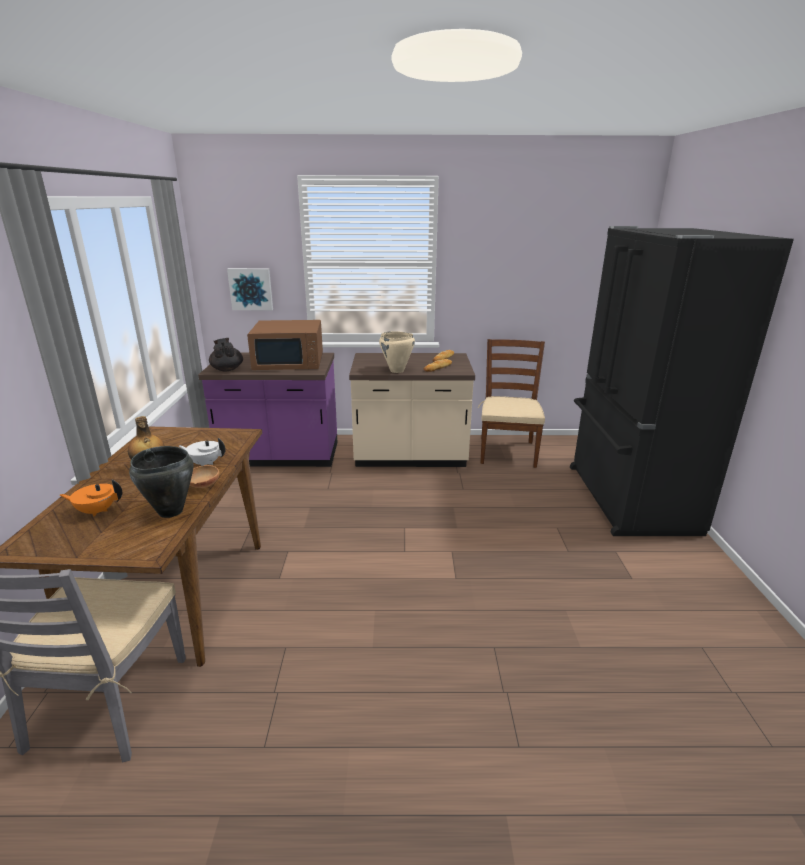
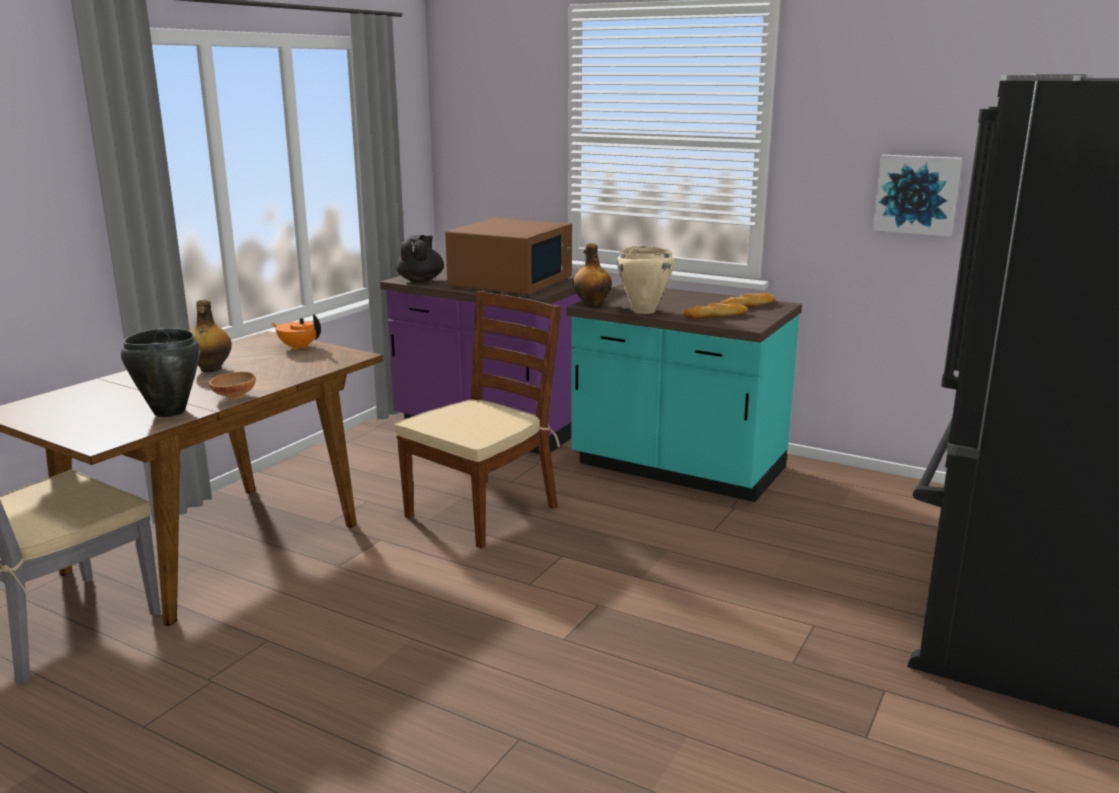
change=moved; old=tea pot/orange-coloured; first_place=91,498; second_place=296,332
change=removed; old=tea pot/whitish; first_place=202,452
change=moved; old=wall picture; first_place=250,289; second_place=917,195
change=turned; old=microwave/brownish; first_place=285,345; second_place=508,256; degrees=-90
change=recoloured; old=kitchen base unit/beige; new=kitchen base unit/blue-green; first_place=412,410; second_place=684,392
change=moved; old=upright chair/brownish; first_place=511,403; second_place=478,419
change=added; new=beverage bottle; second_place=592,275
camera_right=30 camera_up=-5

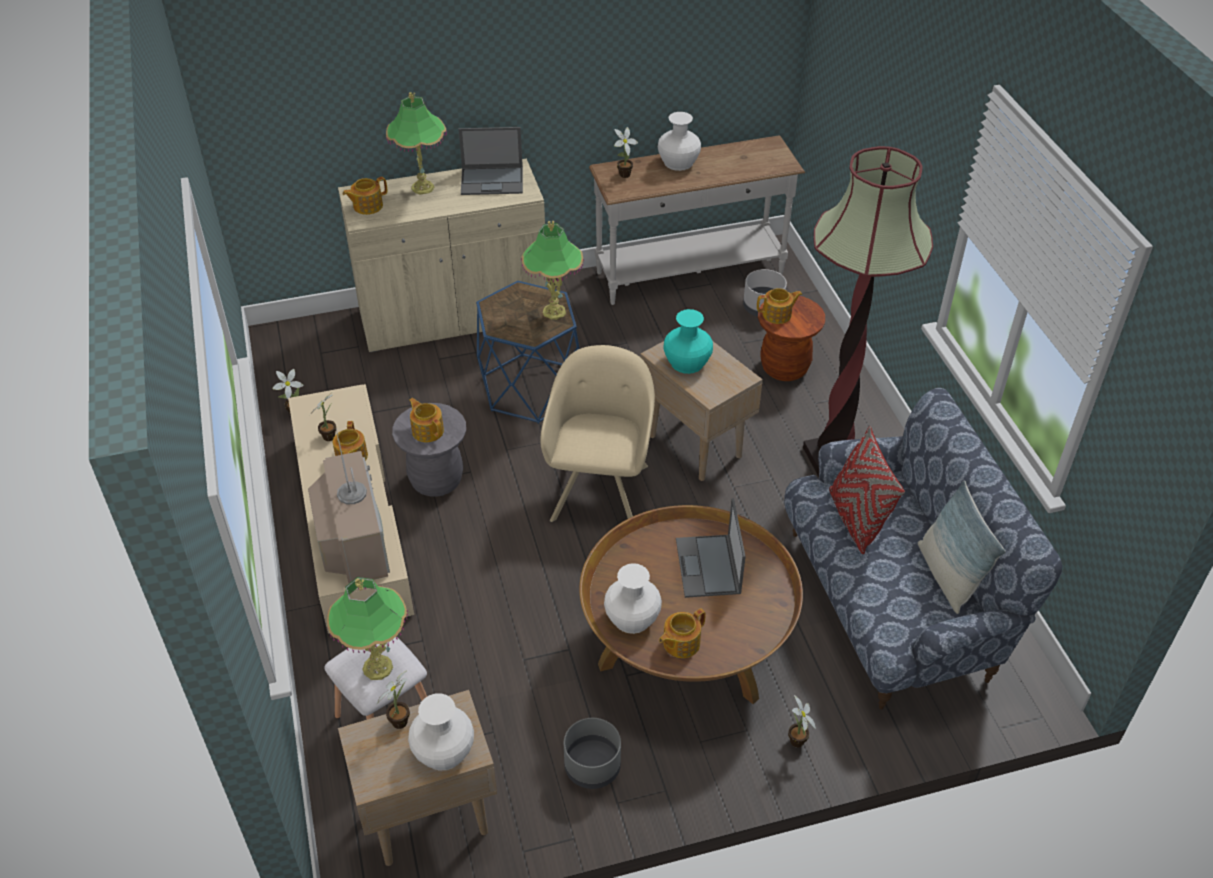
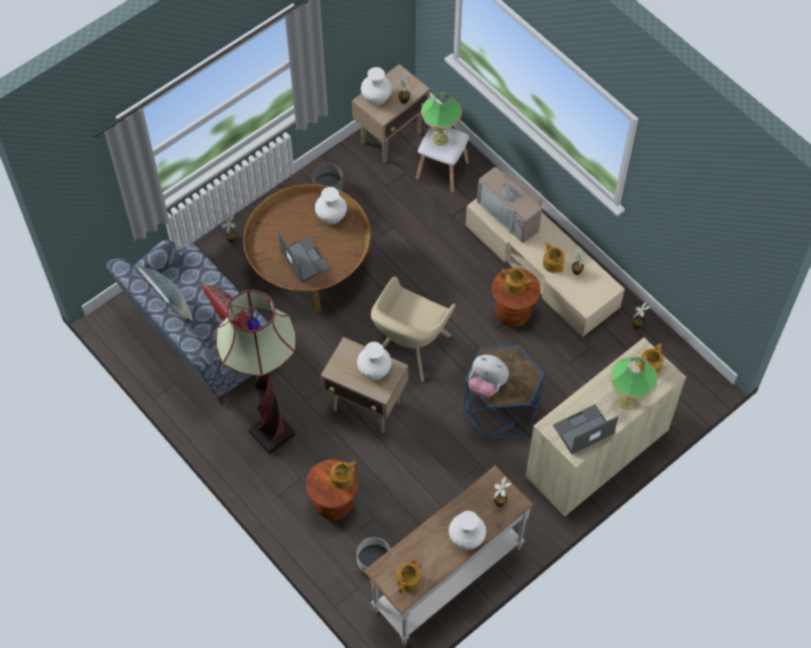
change=recoloured; old=sitting stool/gray; new=sitting stool/brownish; first_place=429,450; second_place=516,297
change=replaced; old=lamp for a table; new=soft toy; first_place=552,270; second_place=489,376
change=turned; old=armchair/beige; first_place=598,433; second_place=413,329; degrees=45
change=moved; old=tea pot; first_place=682,633; second_place=408,575
change=recoloured; old=flower vase/blue-green; new=flower vase/whitish; first_place=688,341; second_place=374,361
camera_right=155 camera_up=15

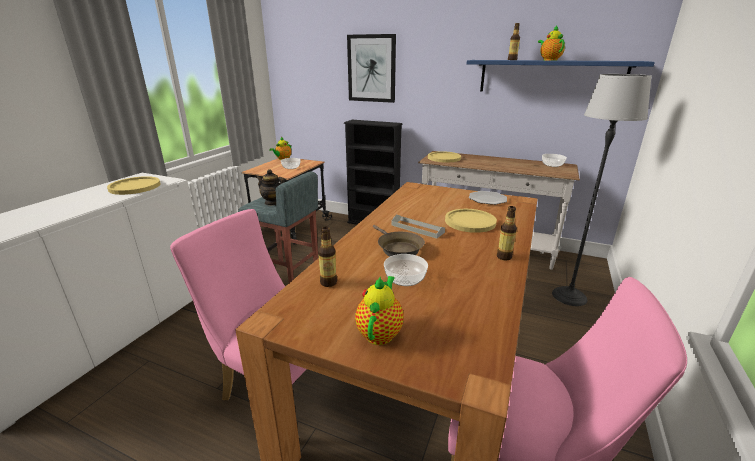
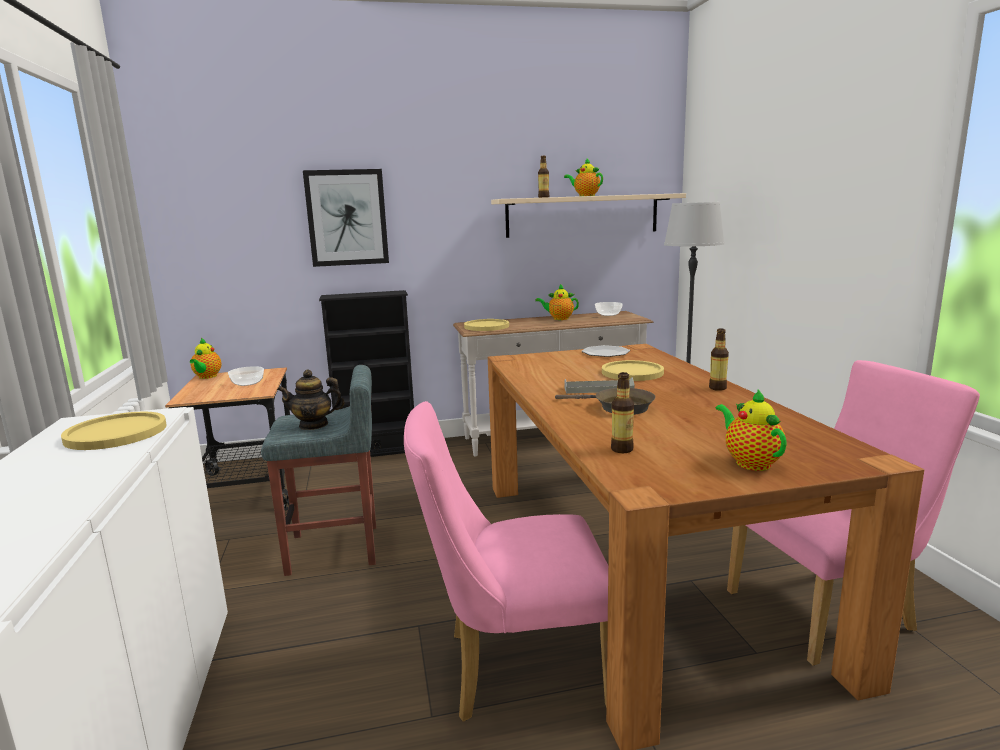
change=removed; old=bowl; first_place=406,270
change=recoloured; old=wall shelf/blue-coloured; new=wall shelf/beige; first_place=561,76; second_place=588,215
change=added; new=tea pot; second_place=557,302
camera_right=-35 camera_up=-10

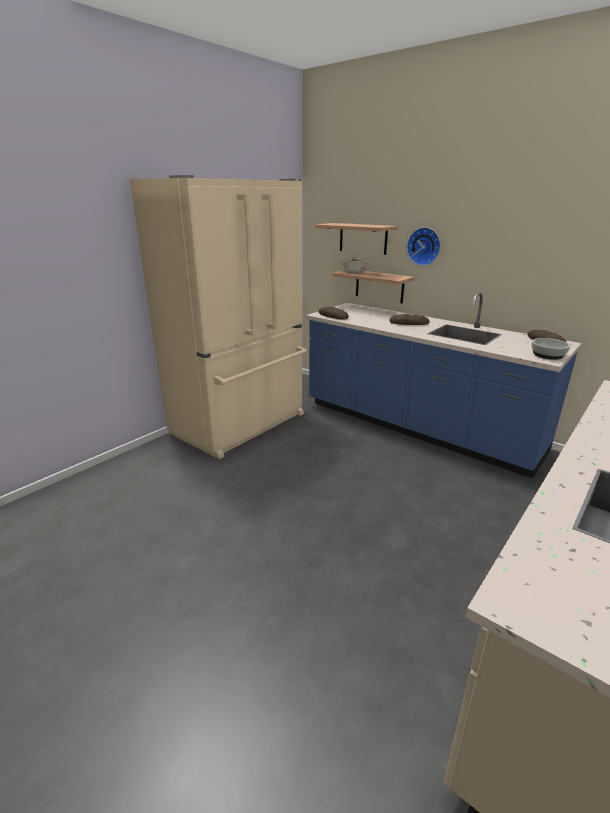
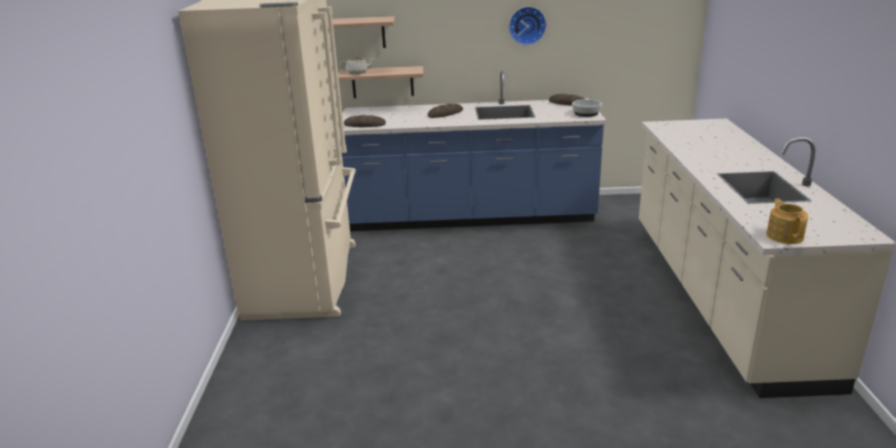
change=moved; old=wall clock; first_place=424,246; second_place=528,25
change=added; new=tea pot; second_place=787,221
camera_right=-40 camera_up=0

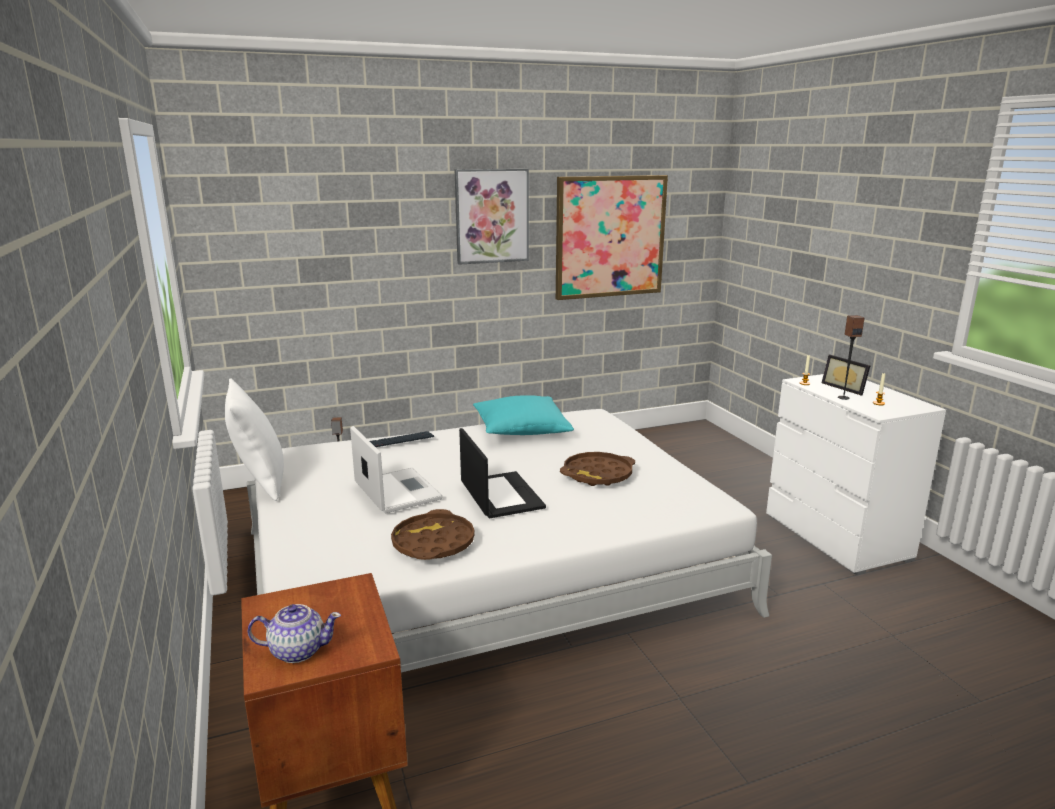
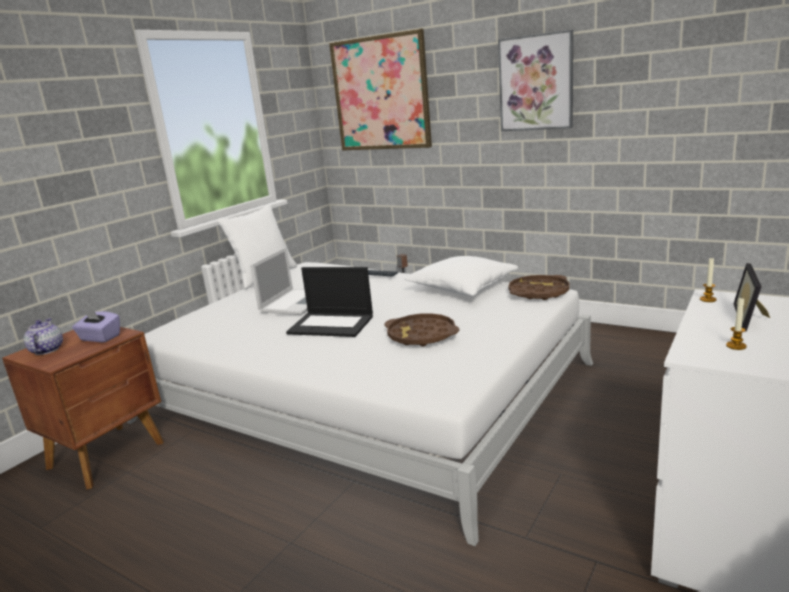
change=turned; old=tea pot; first_place=294,633; second_place=43,336; degrees=-150
change=moved; old=tray/brownish; first_place=433,534; second_place=539,287
change=turned; old=portable computer; first_place=502,473; second_place=329,302; degrees=75
change=recoloured; old=cushion/blue-green; new=cushion/whitish; first_place=523,415; second_place=461,276
change=moved; old=wall picture; first_place=612,237; second_place=380,89
change=removed; old=speaker; first_place=851,357
change=added; new=tissue holder/purple-coloured; second_place=96,326
camera_right=55 camera_up=0

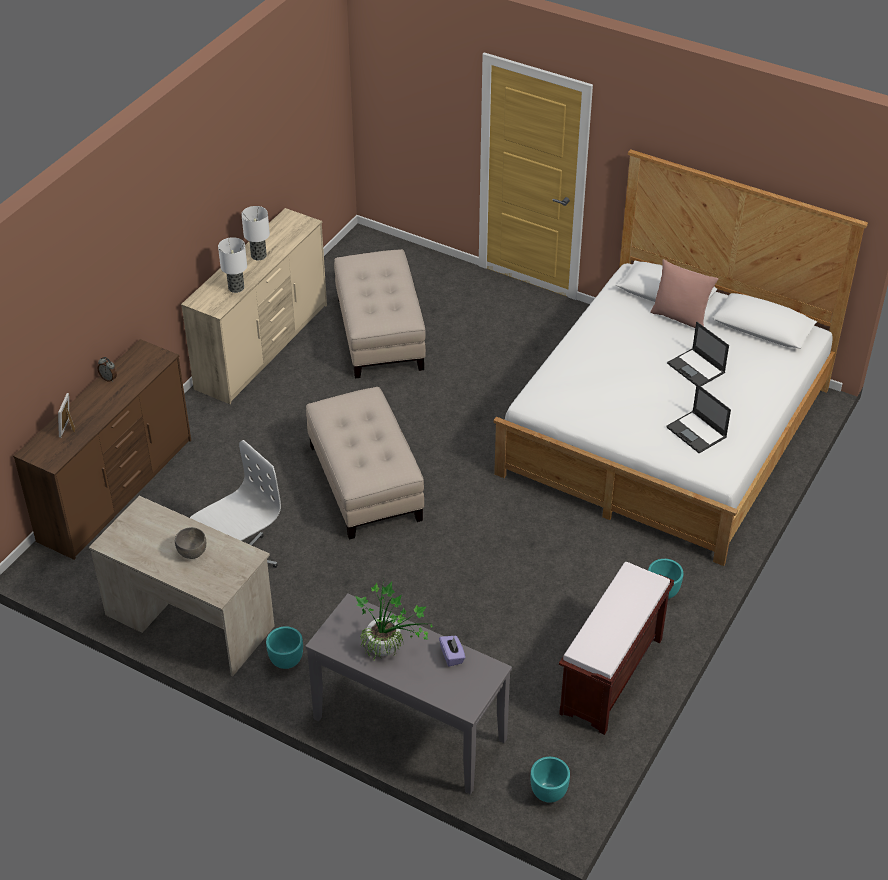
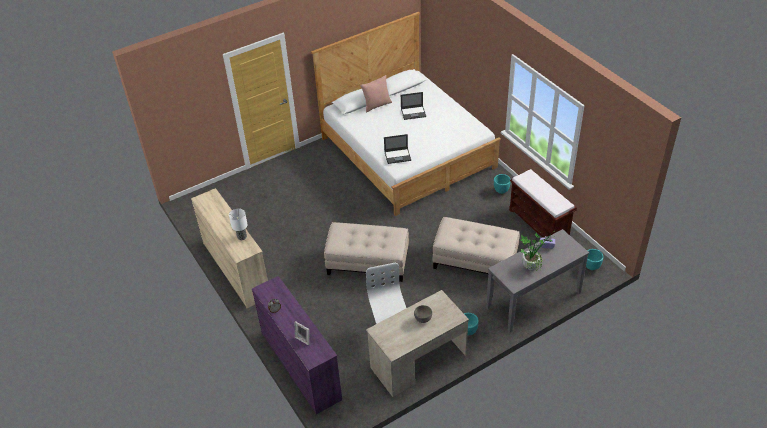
change=recoloured; old=dresser/brownish; new=dresser/purple-coloured; first_place=102,449; second_place=297,345
change=removed; old=lamp for a table; first_place=255,233
change=moved; old=ottoman/beige; first_place=380,313; second_place=476,245
change=moved; old=portable computer; first_place=698,418; second_place=397,149
camera_right=-60 camera_up=0

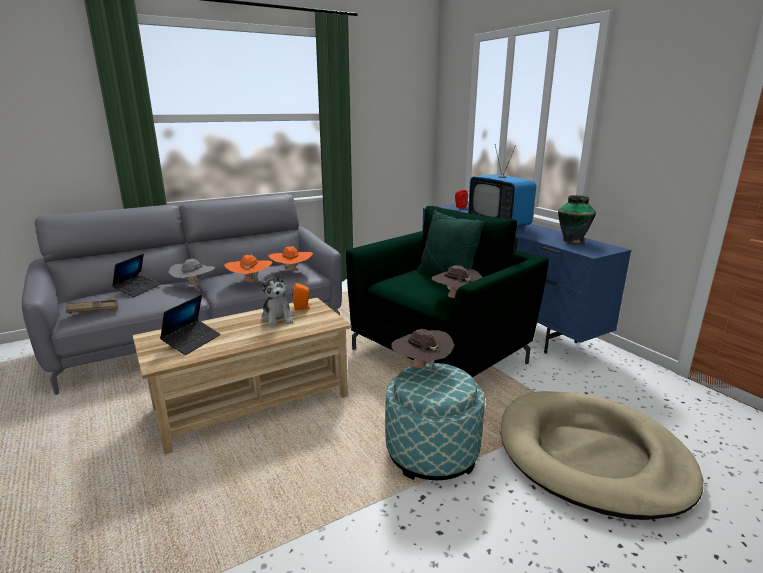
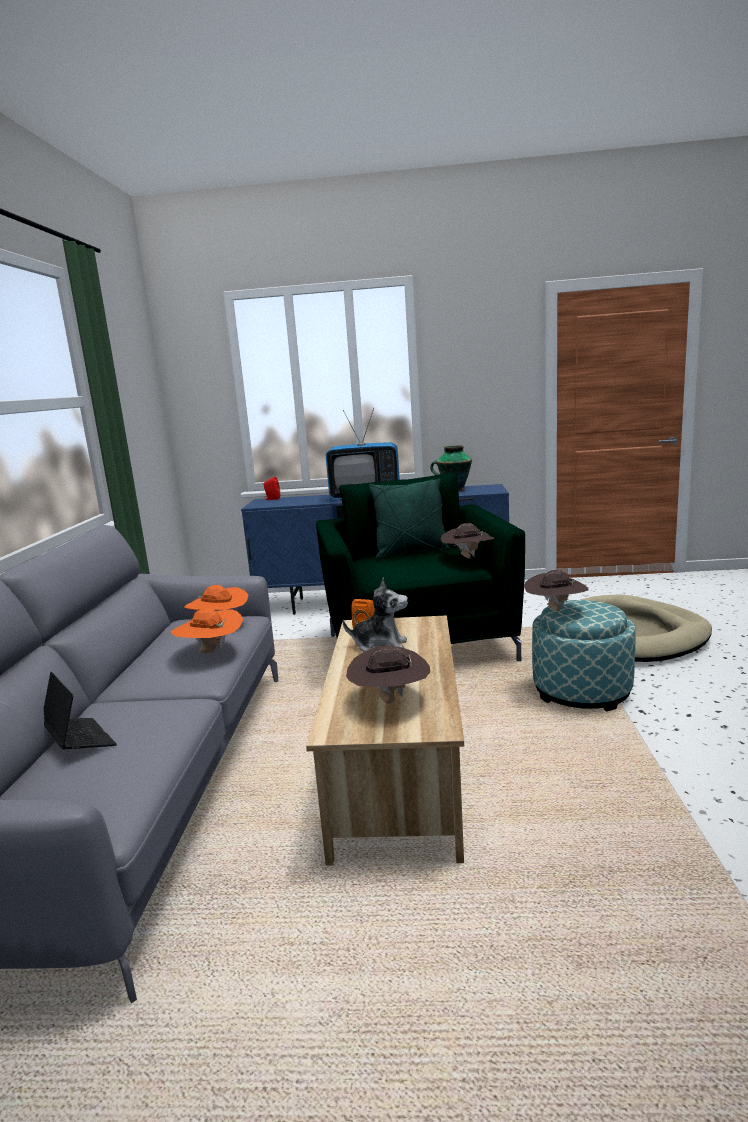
change=removed; old=tray/brownish; first_place=92,306
change=replaced; old=portable computer; new=clothing hat/brownish; first_place=190,325; second_place=388,674
change=removed; old=clothing hat/gray; first_place=192,272
camera_right=-55 camera_up=-5

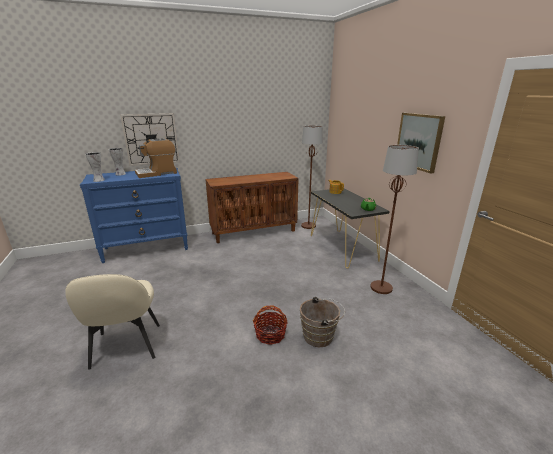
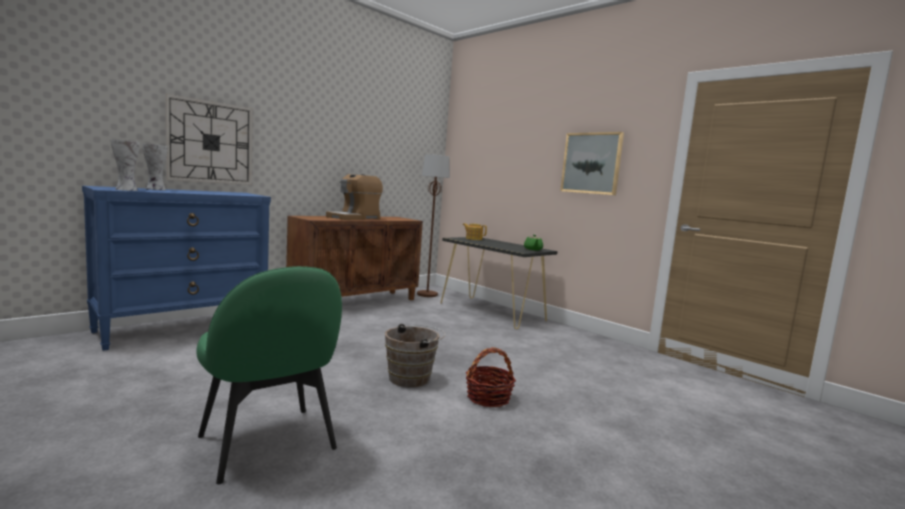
change=recoloured; old=upright chair/beige; new=upright chair/green-coloured; first_place=112,322; second_place=269,375
change=moved; old=coffee brewer; first_place=156,158; second_place=354,197
change=moved; old=water bucket/brownish; first_place=322,322; second_place=415,355
change=removed; old=standing lamp/brownish; first_place=394,219
camera_right=-25 camera_up=-15

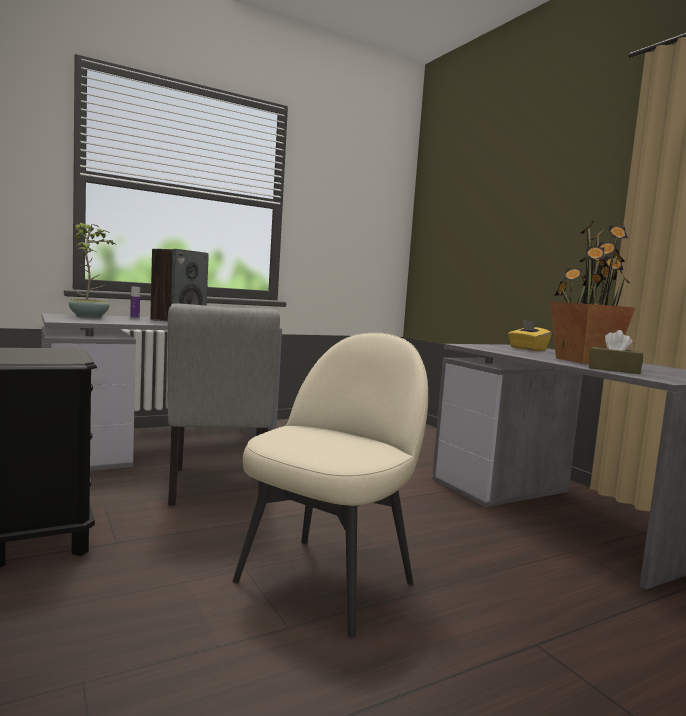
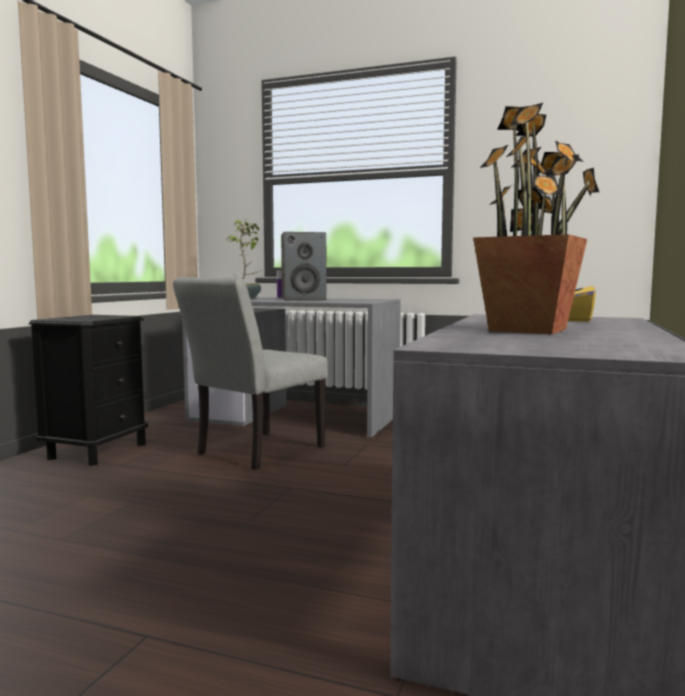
change=removed; old=upright chair/beige; first_place=330,485
change=removed; old=tissue holder/brownish; first_place=616,352
camera_right=50 camera_up=0

